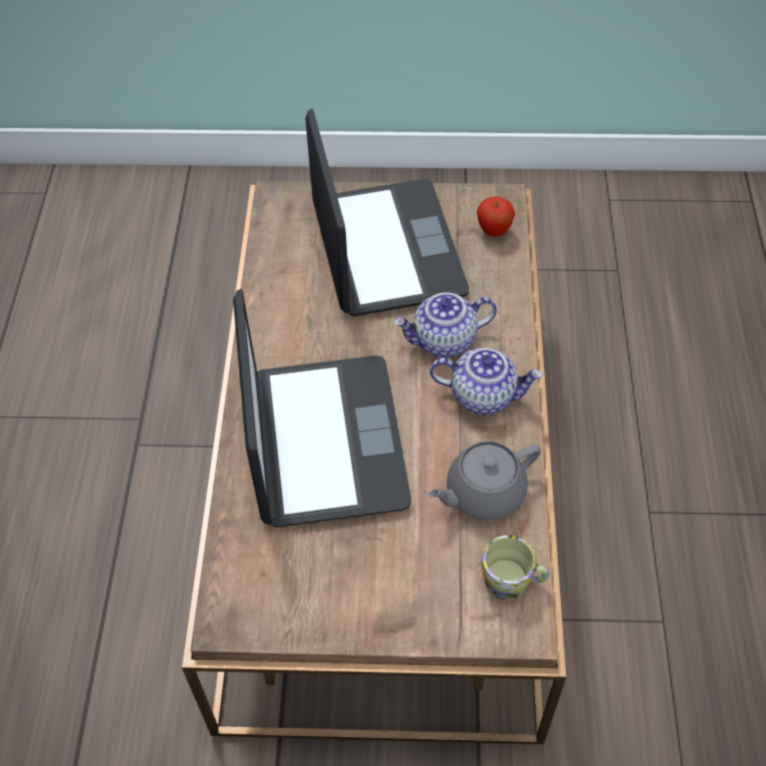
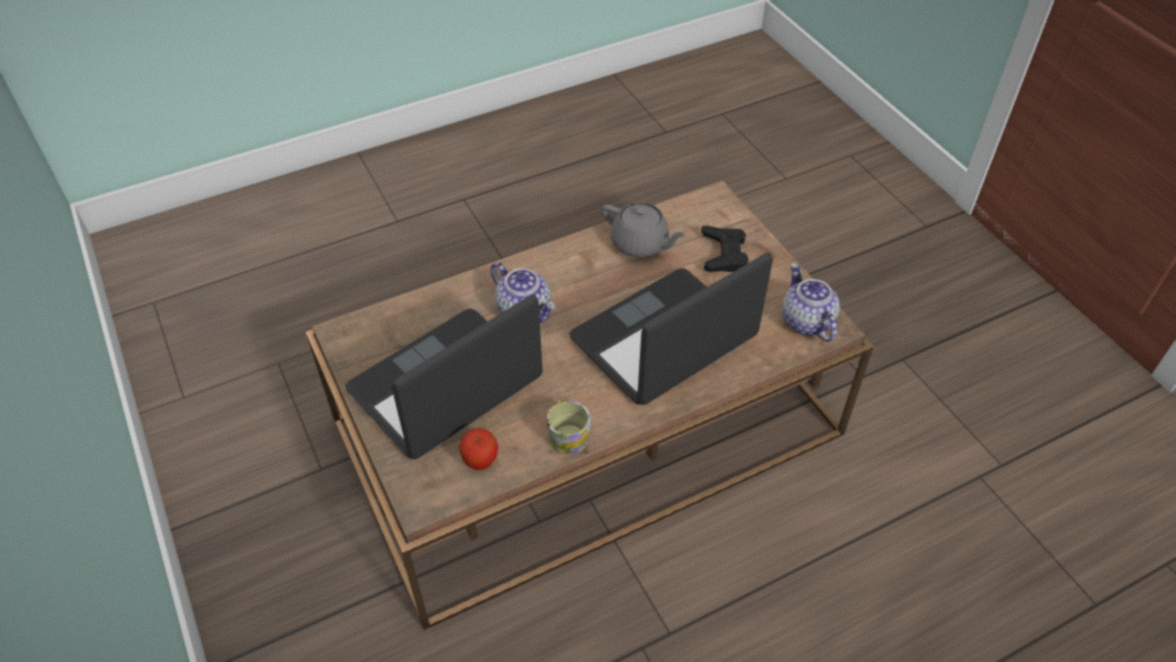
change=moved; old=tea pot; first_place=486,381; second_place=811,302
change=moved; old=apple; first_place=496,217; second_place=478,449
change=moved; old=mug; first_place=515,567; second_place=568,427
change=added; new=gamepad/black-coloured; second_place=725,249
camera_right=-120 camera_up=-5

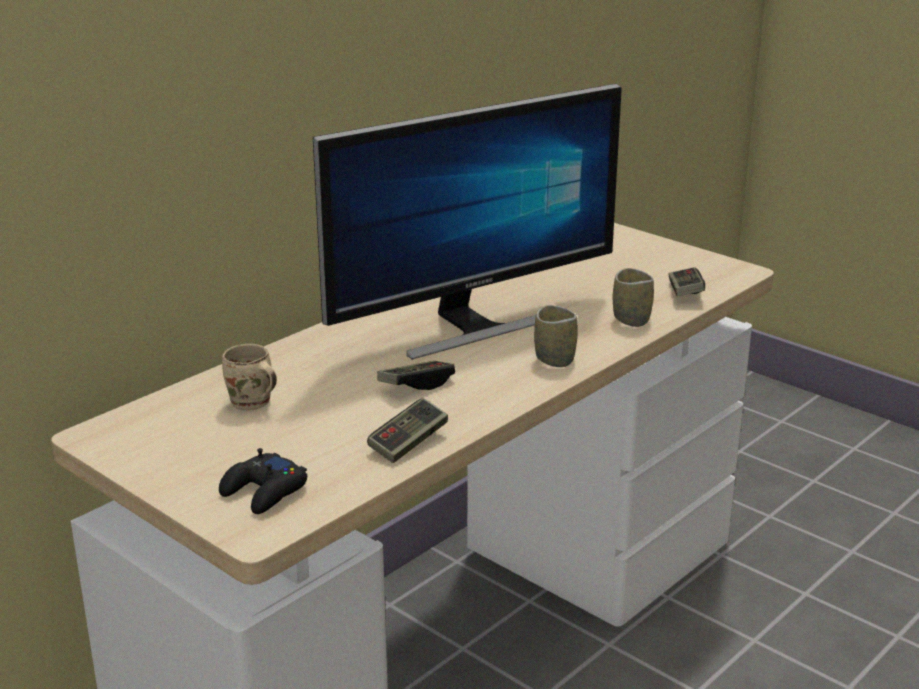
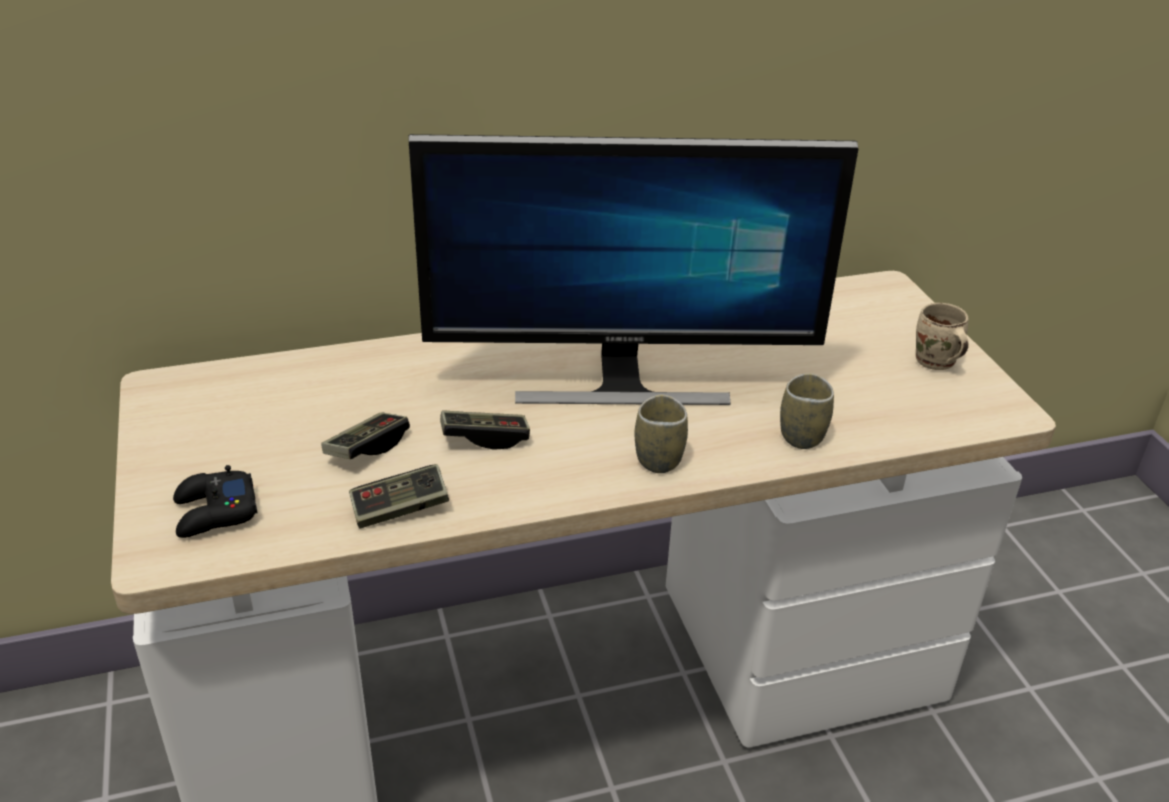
change=moved; old=mug/beige; first_place=249,377; second_place=942,336
change=moved; old=gamepad; first_place=686,281; second_place=365,436
camera_right=30 camera_up=10

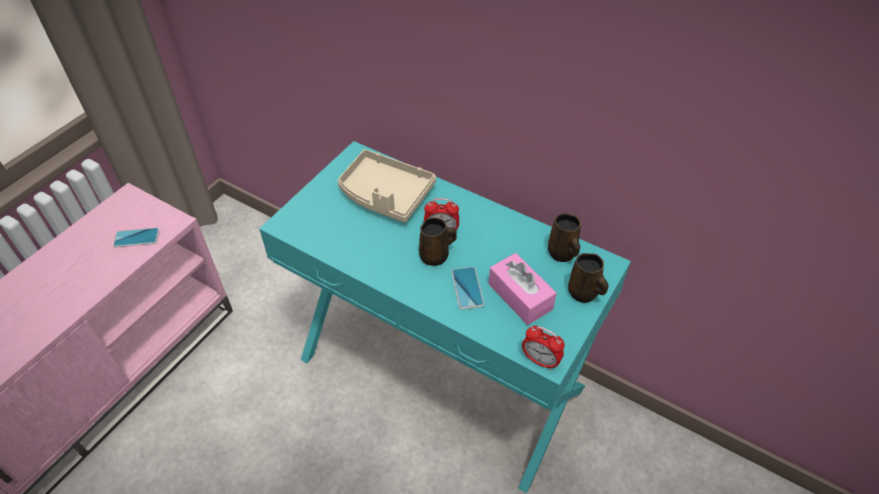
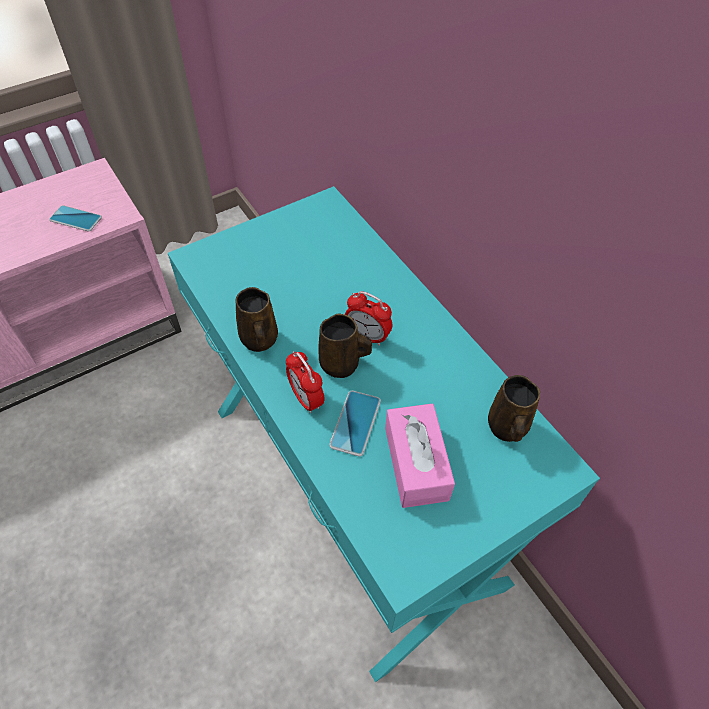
change=removed; old=tray/beige; first_place=387,185
change=moved; old=alarm clock; first_place=543,348; second_place=305,382
change=moved; old=mug/brownish; first_place=588,278; second_place=256,319
camera_right=25 camera_up=5

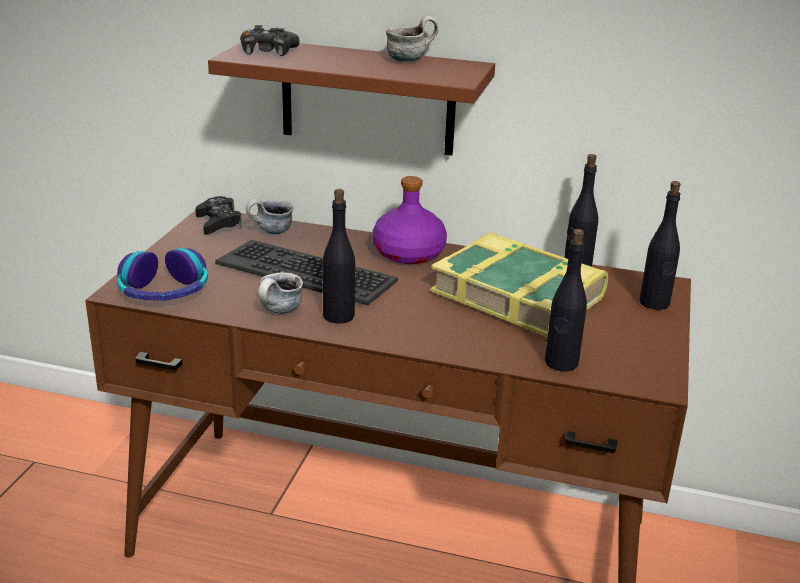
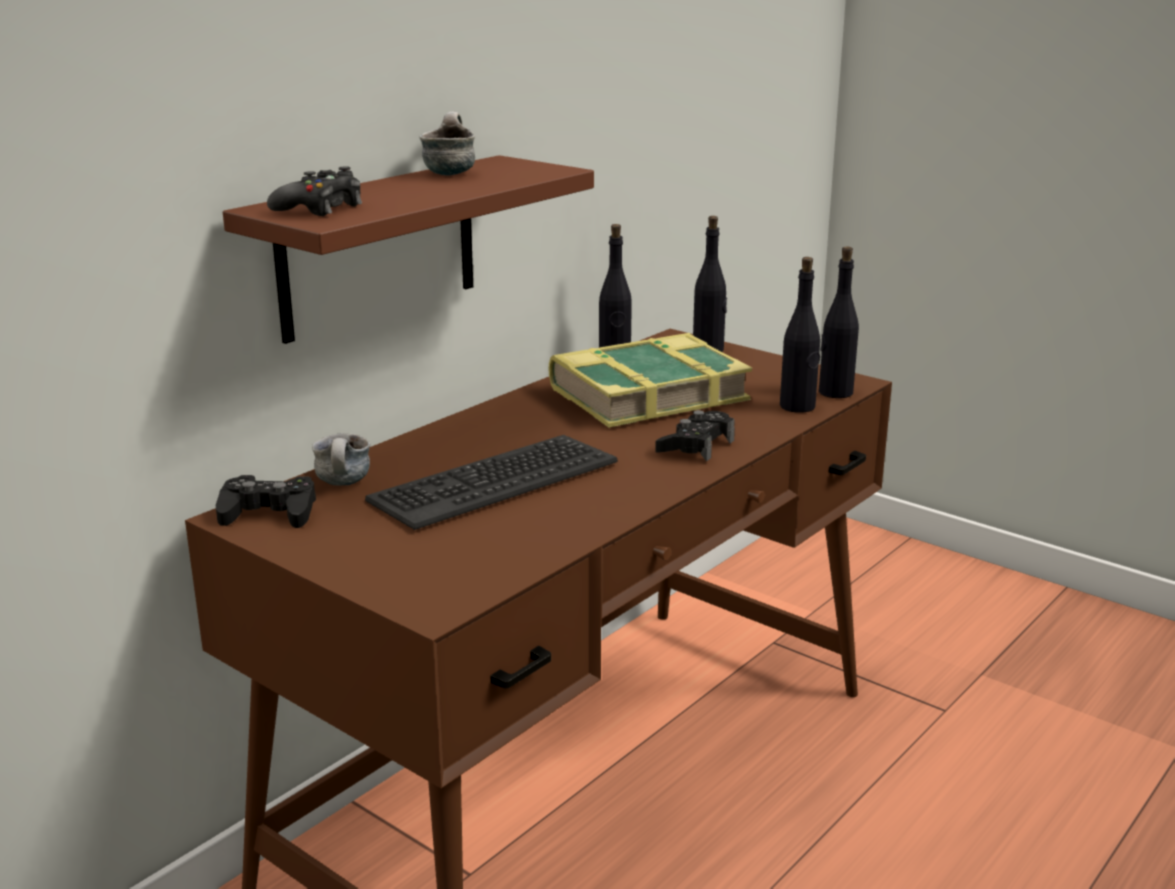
change=removed; old=headset; first_place=162,274
change=removed; old=mug; first_place=280,293
change=moved; old=beverage bottle/black-coloured; first_place=339,256; second_place=839,322
change=removed; old=beverage bottle/purple-coloured; first_place=410,220
change=added; new=gamepad/black-coloured; second_place=695,436
camera_right=-65 camera_up=-5

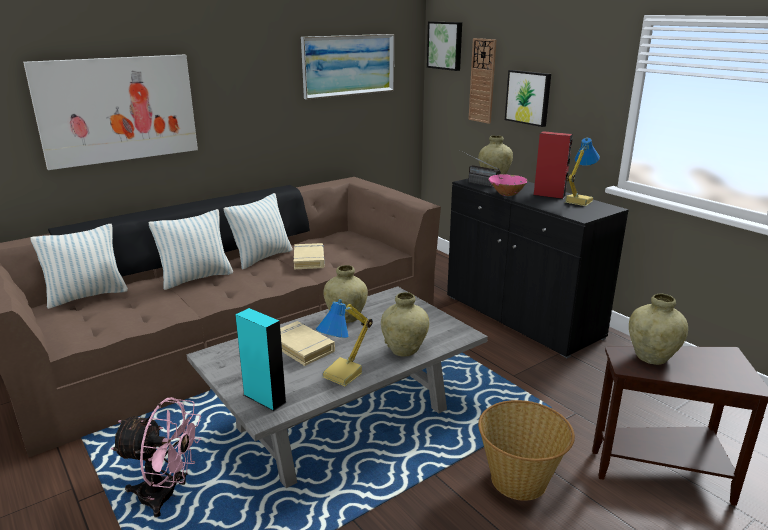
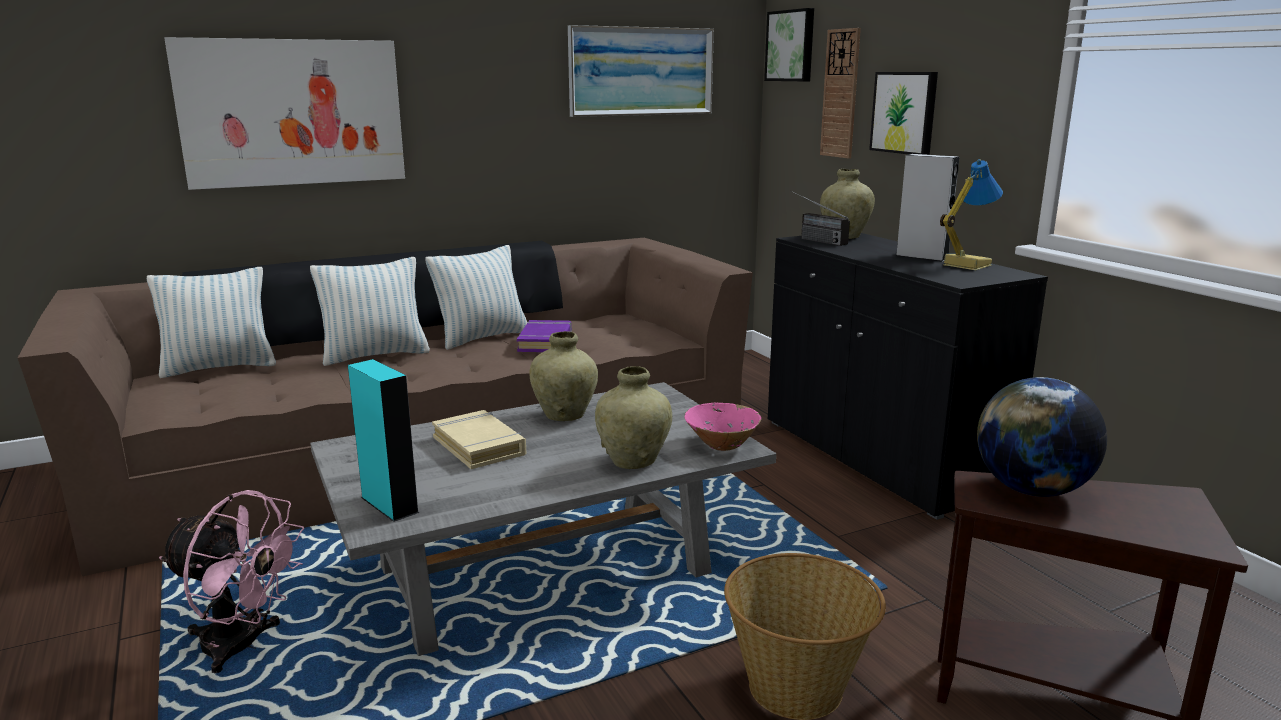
change=recoloured; old=book/beige; new=book/purple-coloured; first_place=309,256; second_place=544,336
change=removed; old=lamp for a table; first_place=344,342
change=moved; old=bowl/pink; first_place=508,185; second_place=722,427
change=recoloured; old=speaker/reddish; new=speaker/gray; first_place=553,165; second_place=927,208
change=replaced; old=flower vase/beige; new=world globe; first_place=658,329; second_place=1042,437
camera_right=10 camera_up=-5

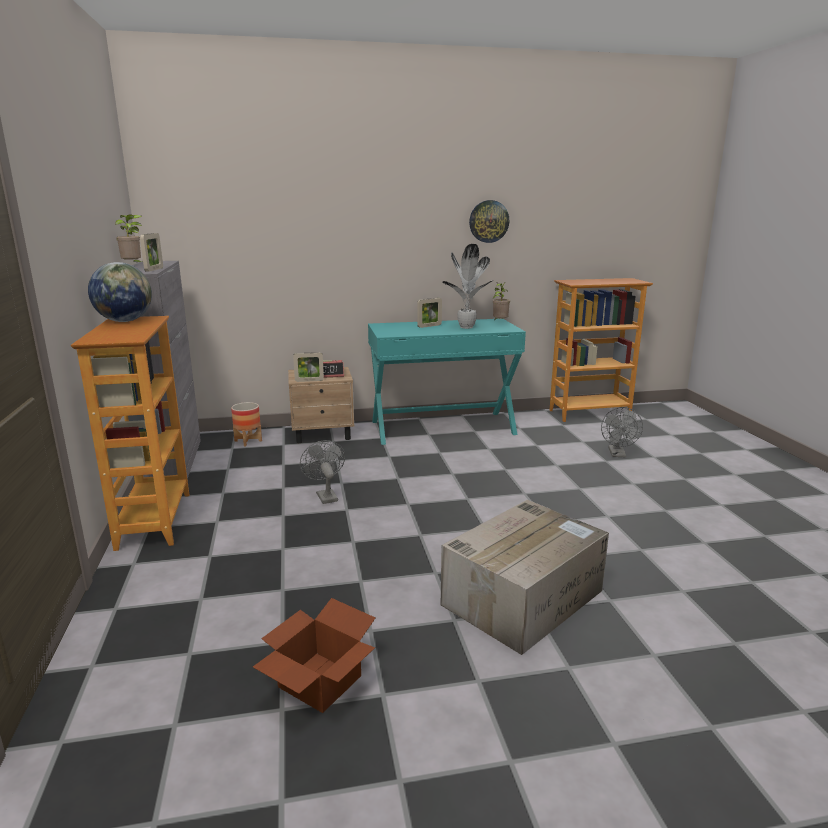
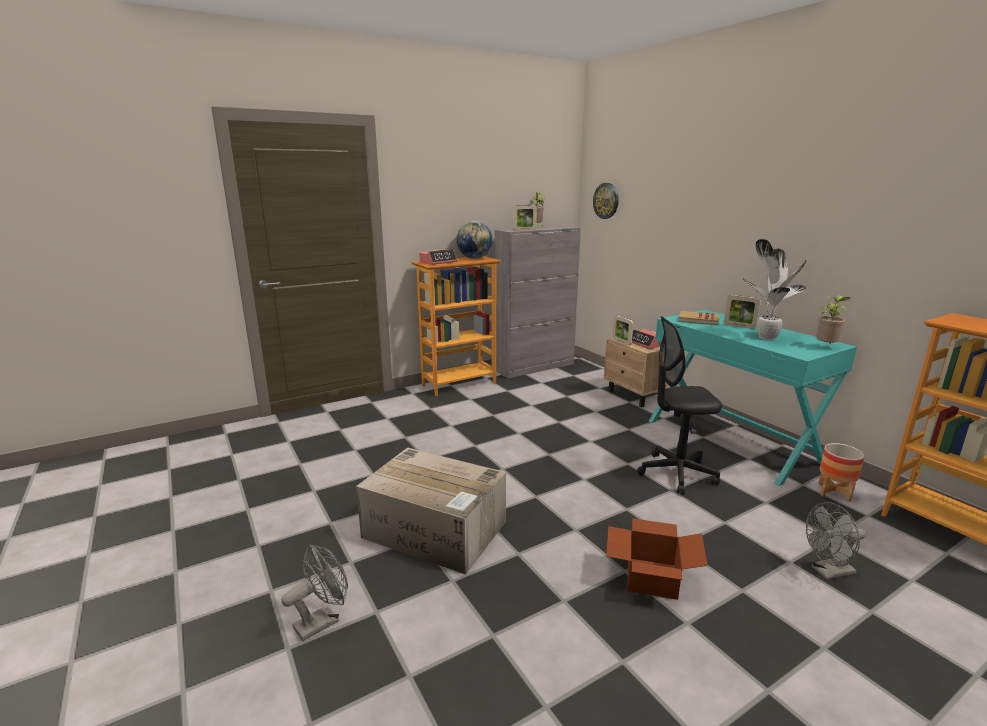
change=moved; old=plant pot; first_place=246,424; second_place=841,472
change=moved; old=cardboard box; first_place=314,655; second_place=657,559
change=moved; old=fan/gray; first_place=322,472; second_place=314,593
change=moved; old=wall clock; first_place=489,221; second_place=606,201
change=added; new=alarm clock; second_place=438,257
change=added; new=office chair/black-coloured; second_place=679,405
change=added; new=book; second_place=699,318
camera_right=70 camera_up=0

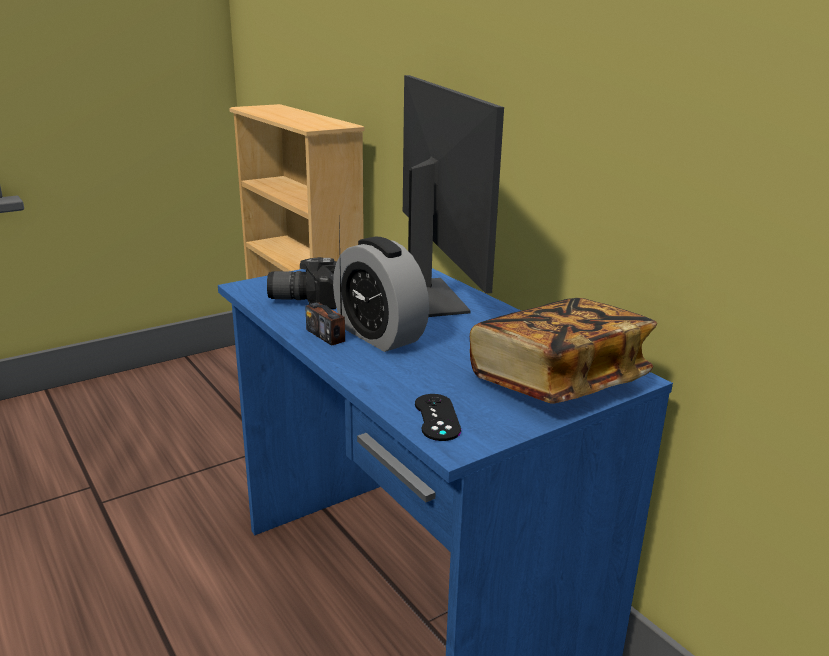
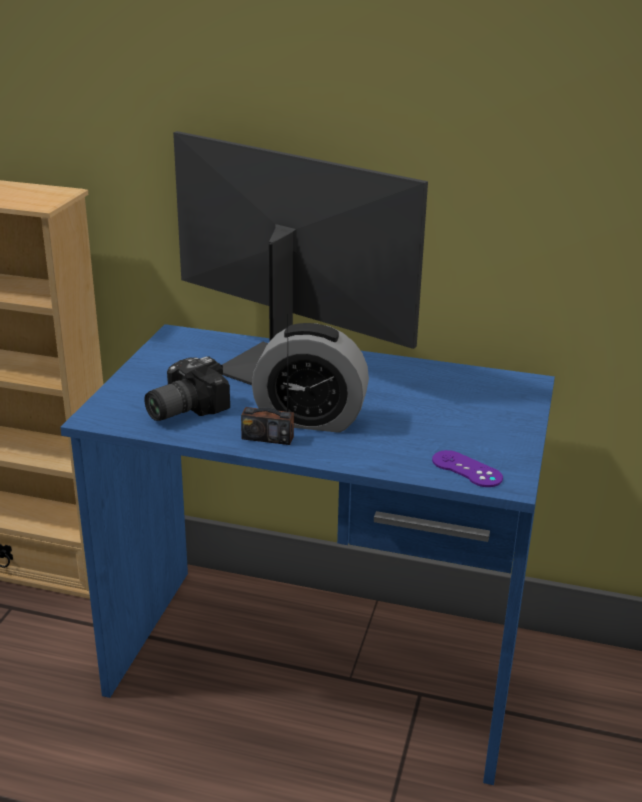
change=recoloured; old=gamepad/black-coloured; new=gamepad/purple-coloured; first_place=438,417; second_place=467,468
change=removed; old=book; first_place=563,350
camera_right=-40 camera_up=5

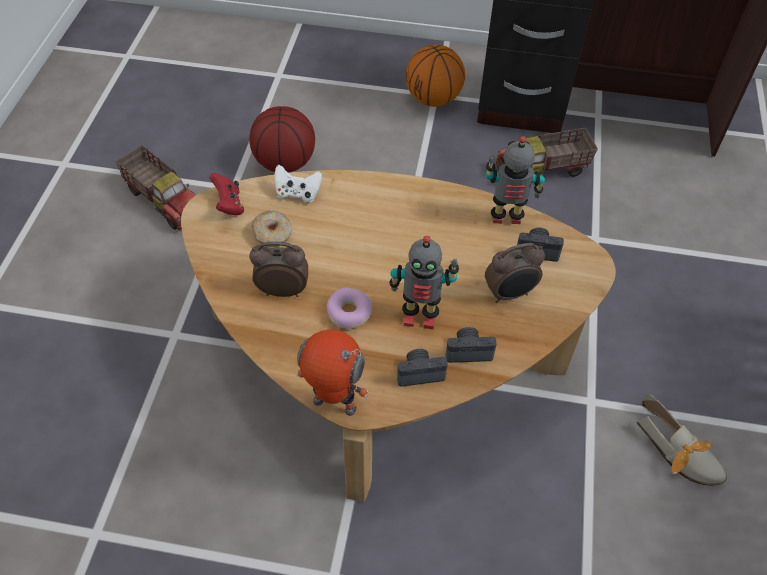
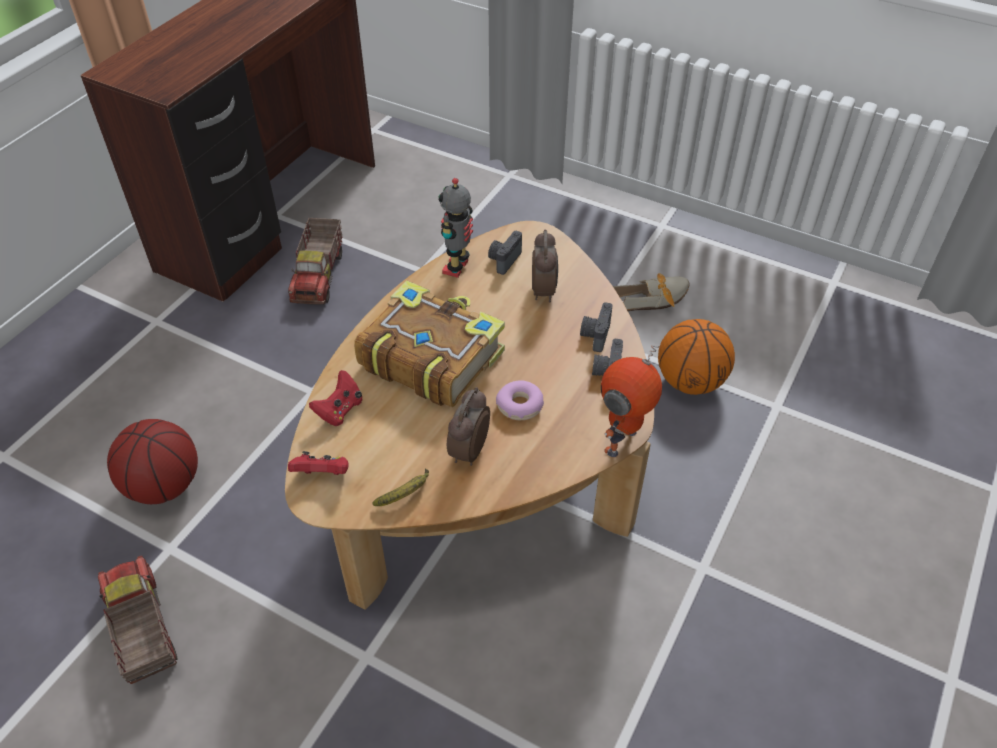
change=turned; old=toy truck; first_place=155,187; second_place=138,620; degrees=-90
change=removed; old=ring doughnut; first_place=272,229
change=recoloured; old=gamepad/whitish; new=gamepad/reddish; first_place=298,184; second_place=335,398
change=removed; old=robot figure; first_place=424,282
change=moved; old=ball for basketball; first_place=435,75; second_place=696,357
change=added; new=book; second_place=429,343
change=added; new=whole banana; second_place=400,487
camera_right=-70 camera_up=-5

